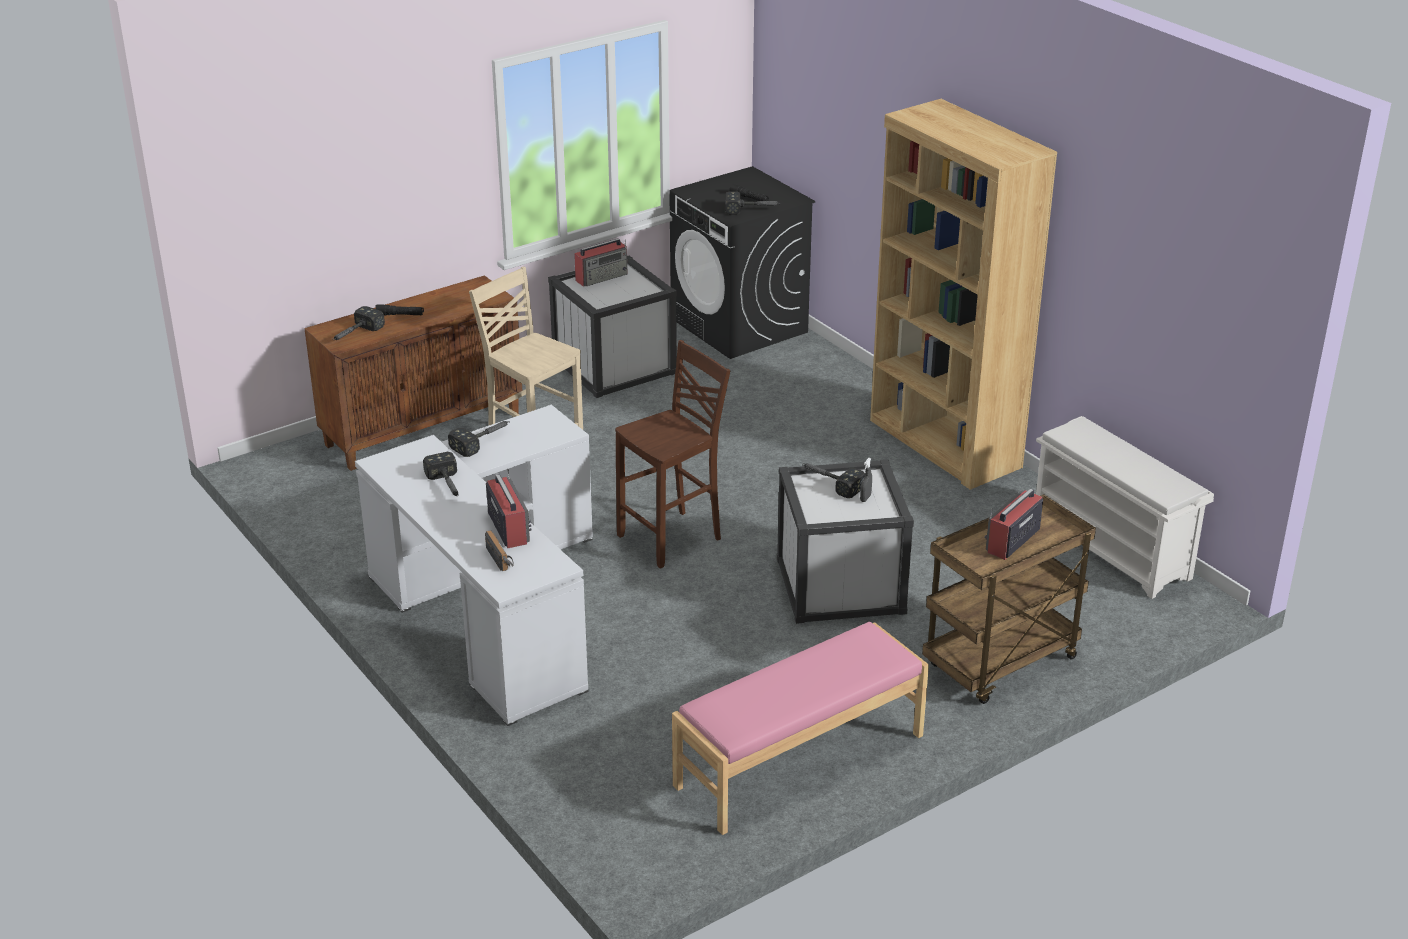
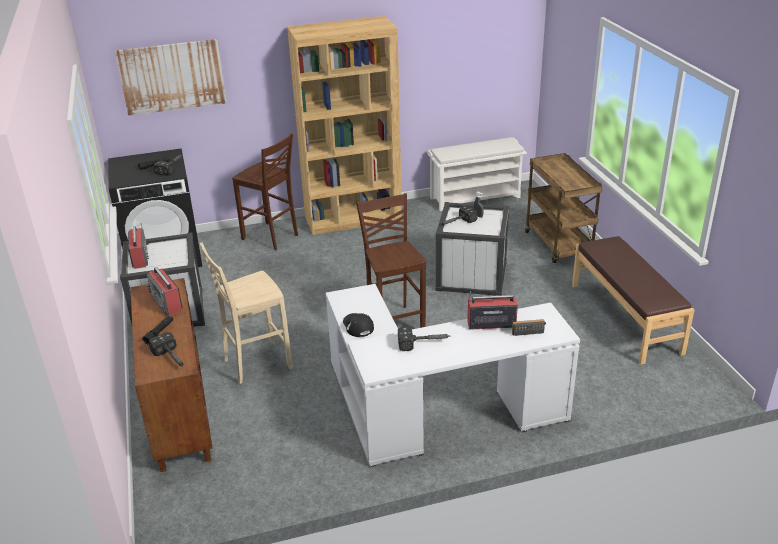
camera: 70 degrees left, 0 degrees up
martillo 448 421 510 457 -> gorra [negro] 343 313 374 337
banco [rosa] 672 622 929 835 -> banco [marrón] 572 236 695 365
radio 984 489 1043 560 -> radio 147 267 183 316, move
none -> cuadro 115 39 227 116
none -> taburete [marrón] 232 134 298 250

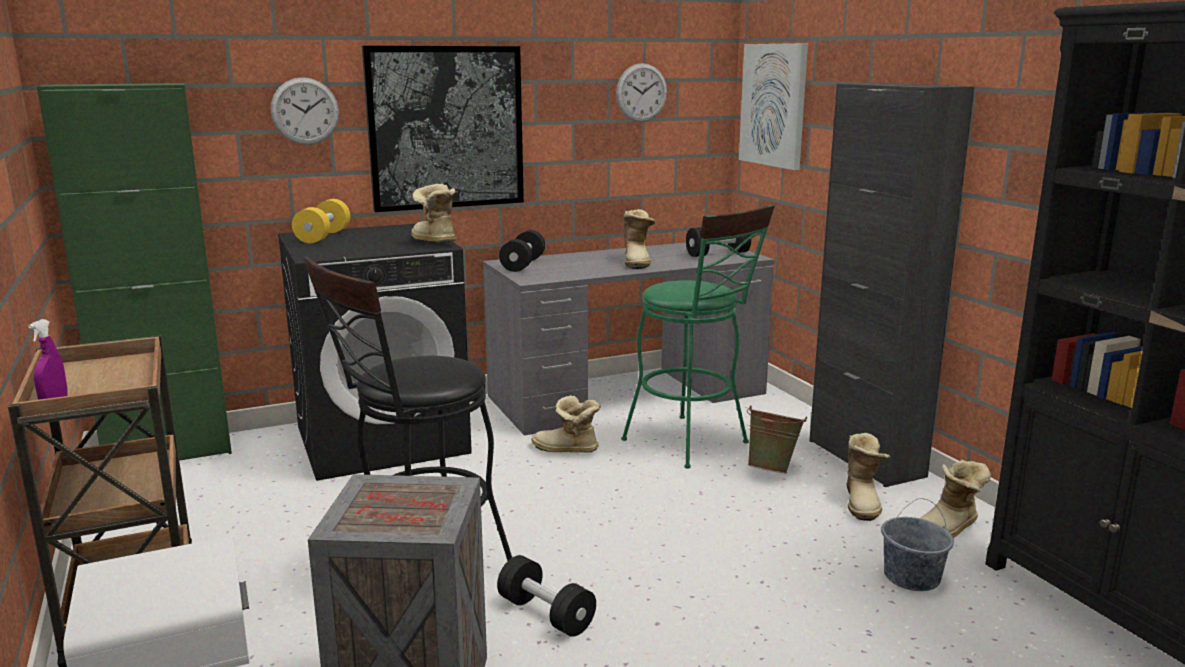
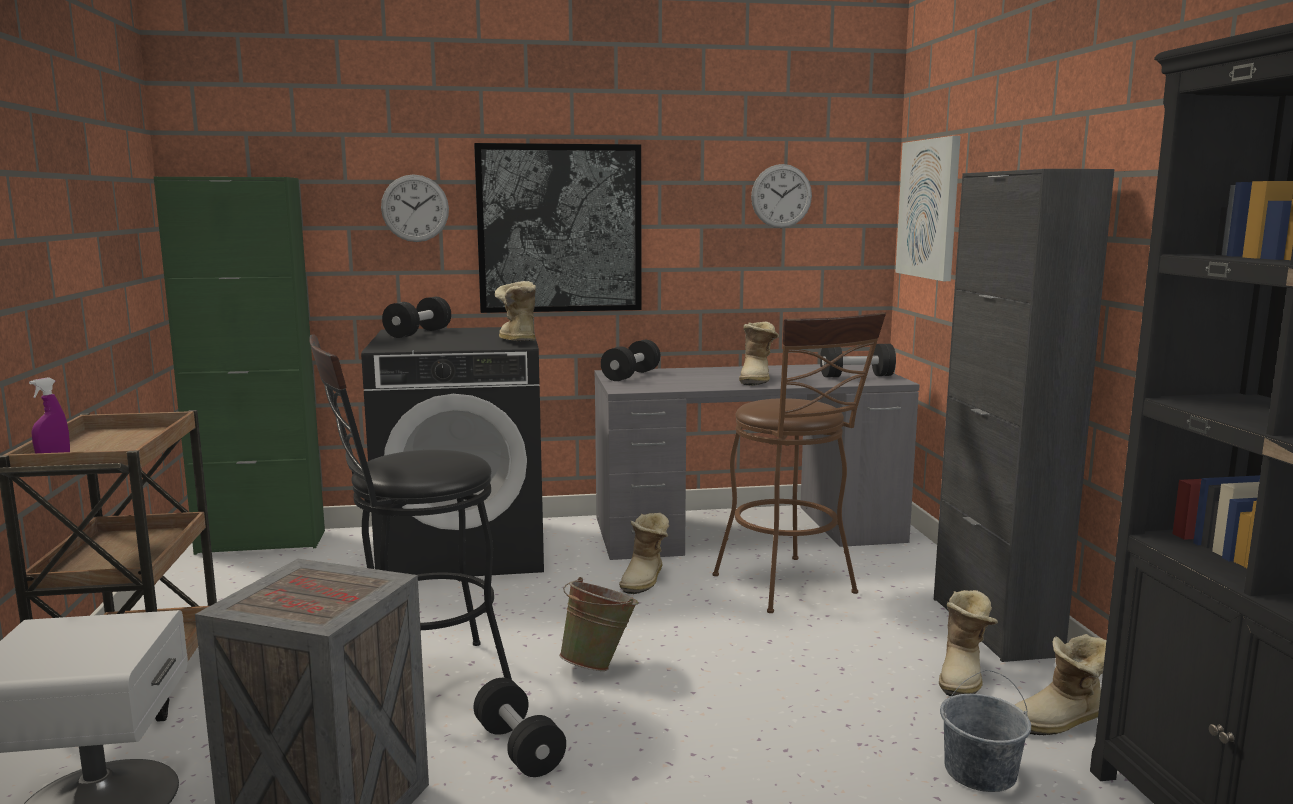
camera: 15 degrees right, 5 degrees down
mancuerna [amarillo] 292 199 350 243 -> mancuerna [negro] 382 297 451 338
bota 531 396 601 453 -> bota 619 513 670 594, 105 degrees counterclockwise
taburete [verde] 621 204 775 468 -> taburete [marrón] 713 312 886 613
cubo [verde] 747 405 807 473 -> cubo [verde] 559 577 639 671, move

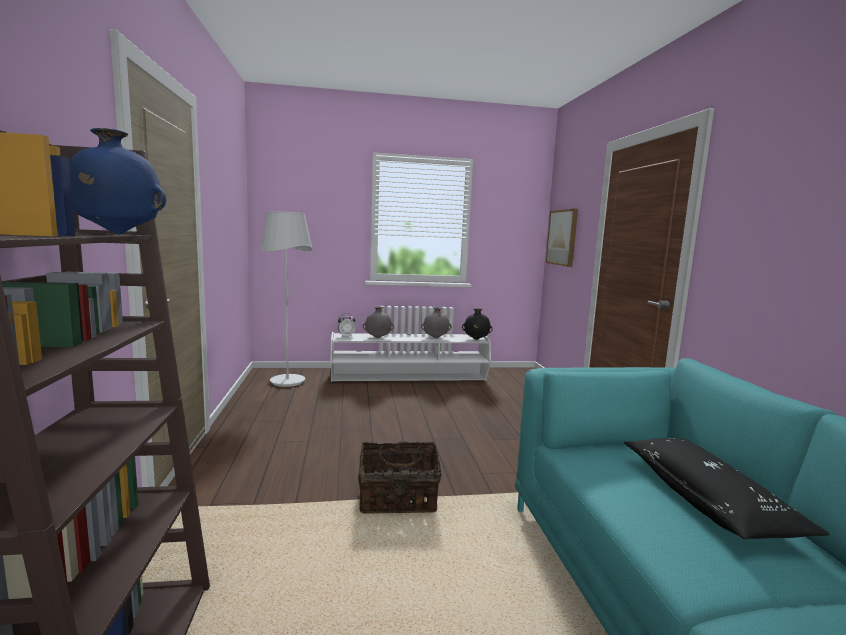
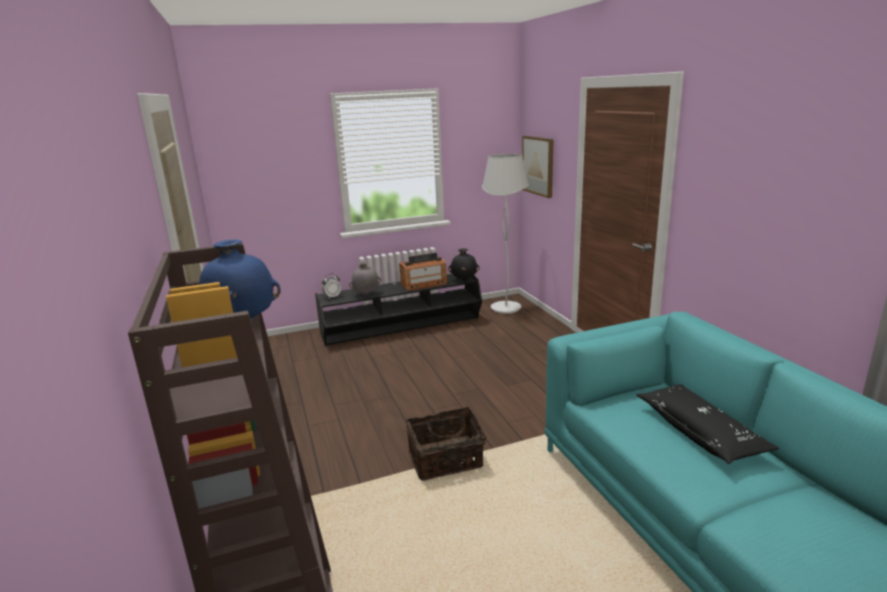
camera: 10 degrees left, 10 degrees up
lámpara de pie [blanco] 260 211 313 387 -> lámpara de pie [blanco] 482 154 529 314, move
mueble de televisión [blanco] 330 332 491 382 -> mueble de televisión [negro] 315 274 482 346
florero [gris] 421 307 452 339 -> radio 399 253 447 291

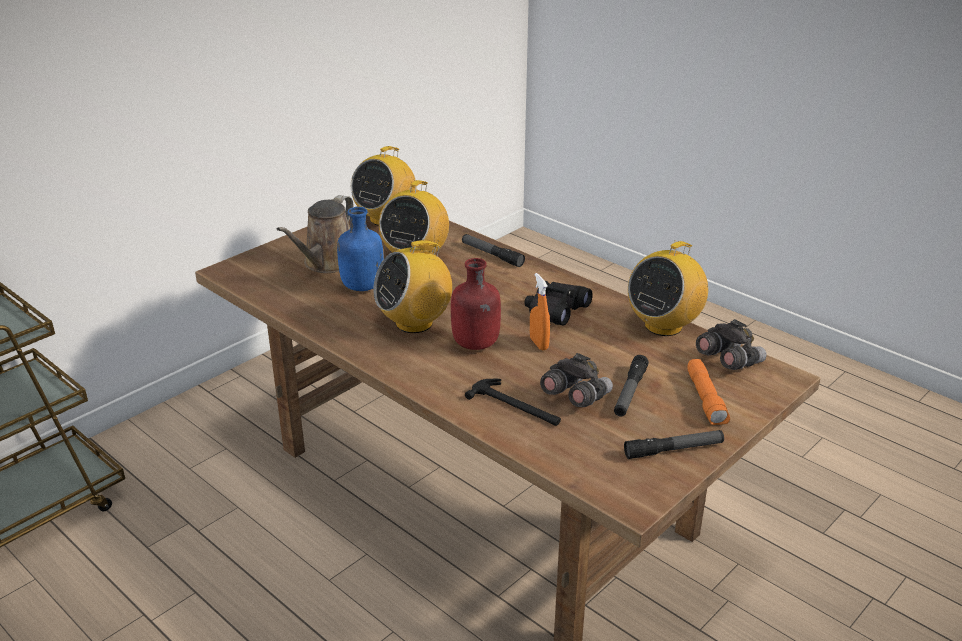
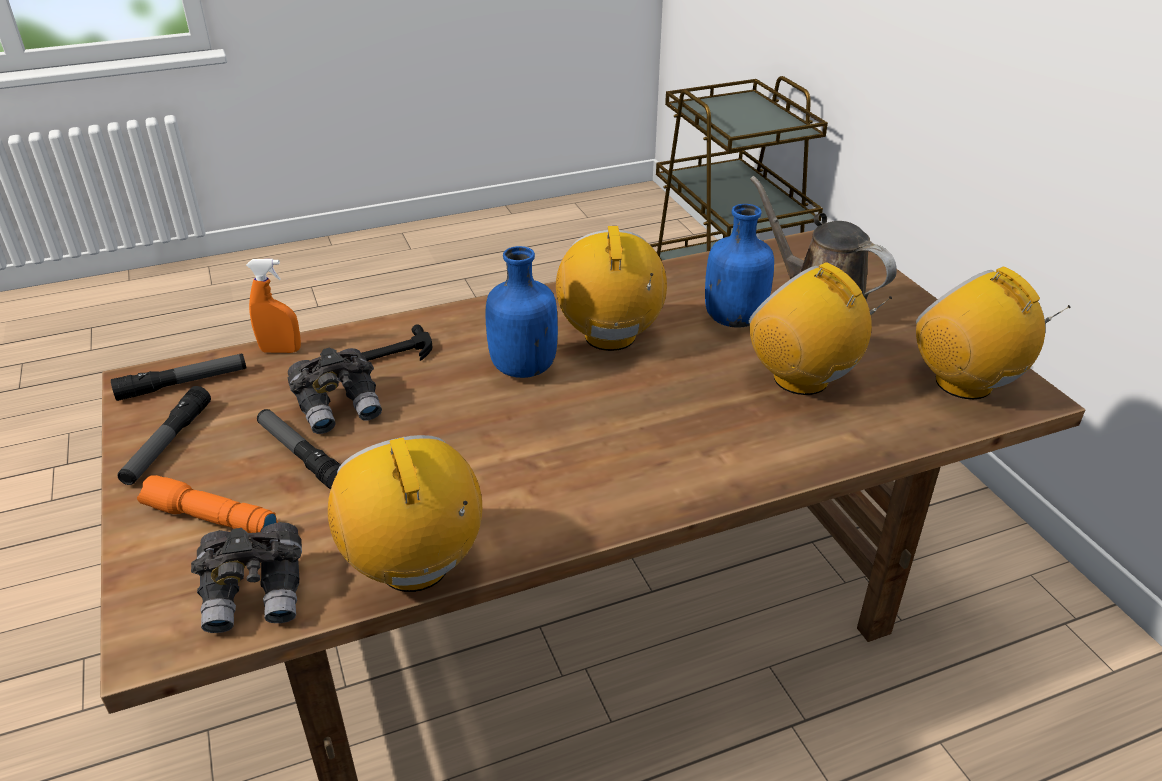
camera: 115 degrees right, 5 degrees up
botella [rojo] 451 258 501 350 -> botella [azul] 486 246 558 378
linterna 462 234 525 267 -> linterna 111 354 247 401, move
prismáticos [negro] 525 281 593 325 -> none
pulverizador [naranja] 530 273 550 351 -> pulverizador [naranja] 246 259 301 353, move

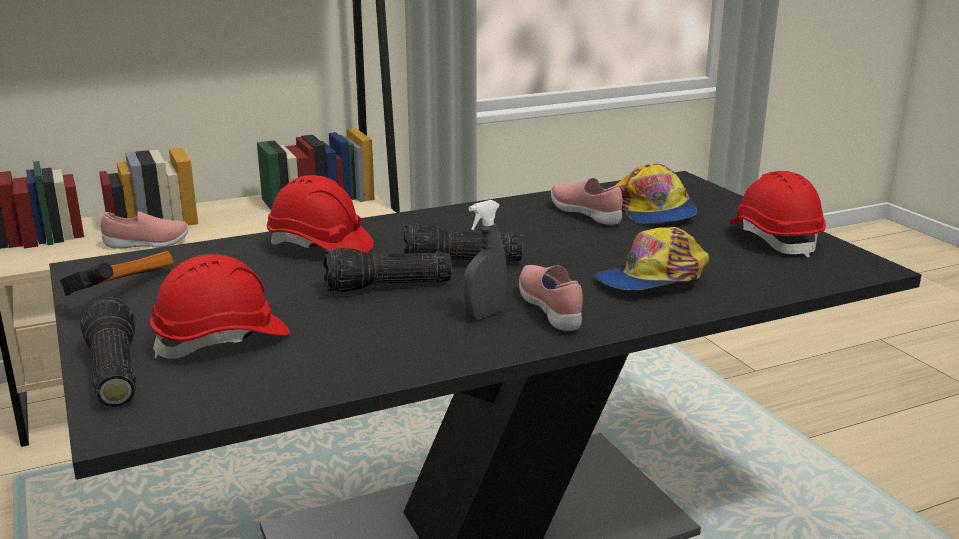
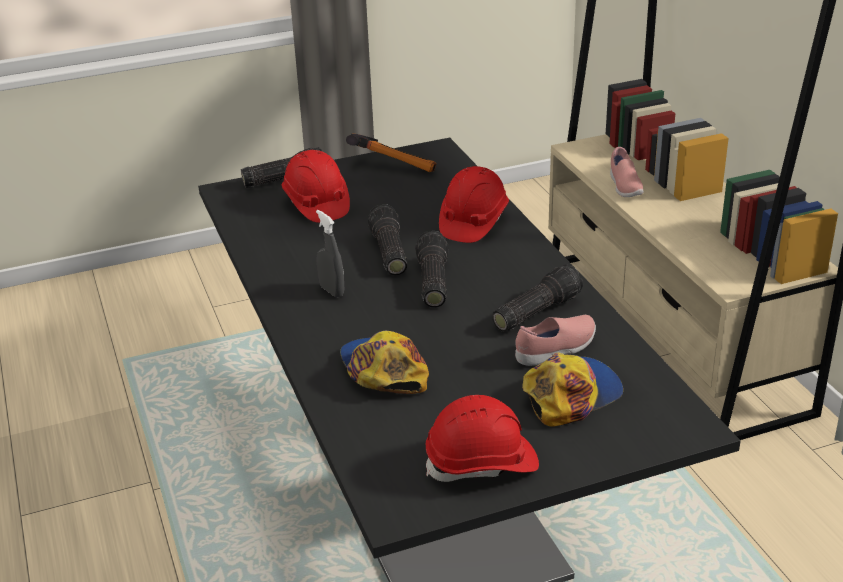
camera: 95 degrees right, 10 degrees up
zapato [rosa] 519 265 583 331 -> none
gorra 616 163 697 224 -> gorra 522 353 624 427, 150 degrees clockwise
none -> linterna 492 264 583 332

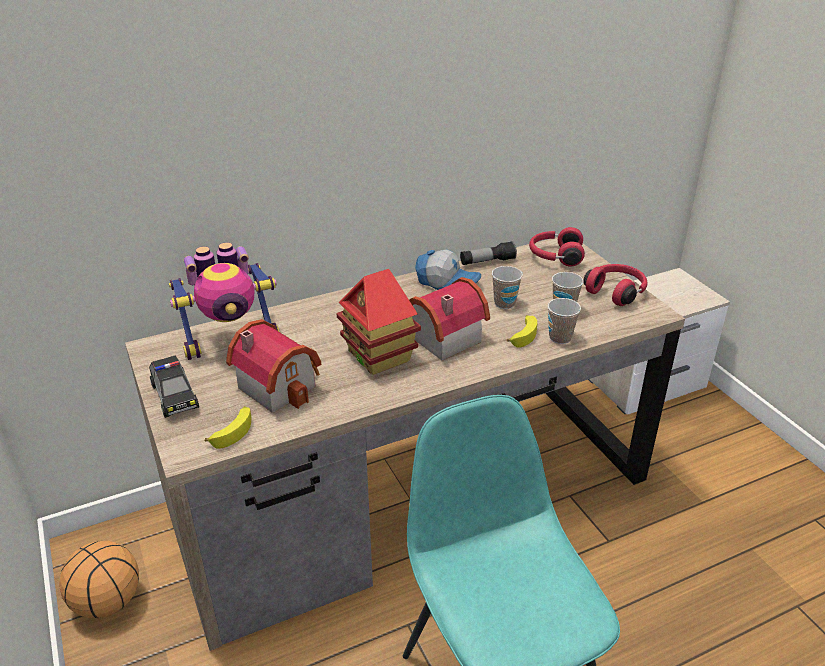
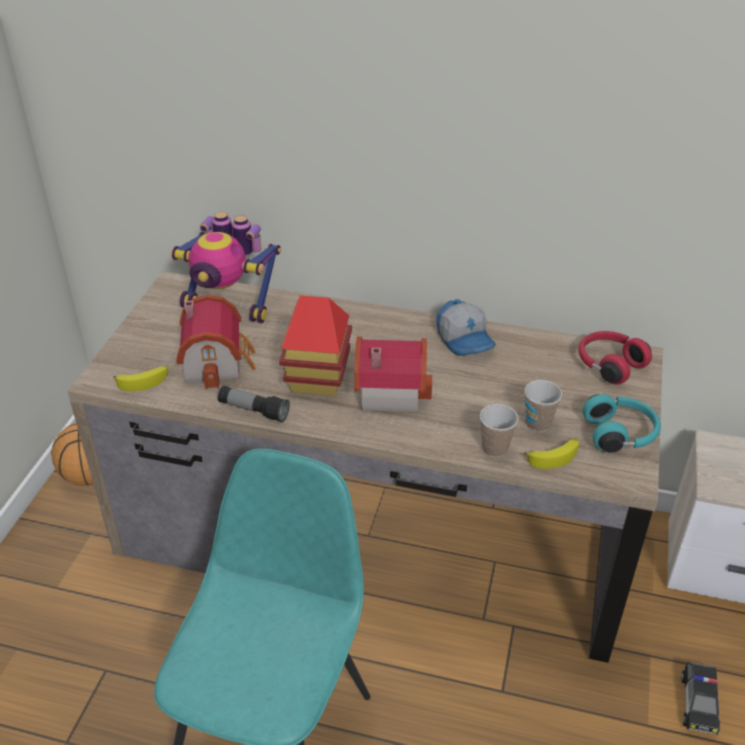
camera: 40 degrees right, 5 degrees up
coche de juguete 149 355 199 418 -> coche de juguete 681 662 720 735, move
linterna 460 241 517 265 -> linterna 218 386 290 422, move
taza 492 266 523 309 -> none
plátano 507 315 537 348 -> plátano 524 438 579 469, move
auriculares [rojo] 584 264 648 306 -> auriculares [turquesa] 583 394 661 453

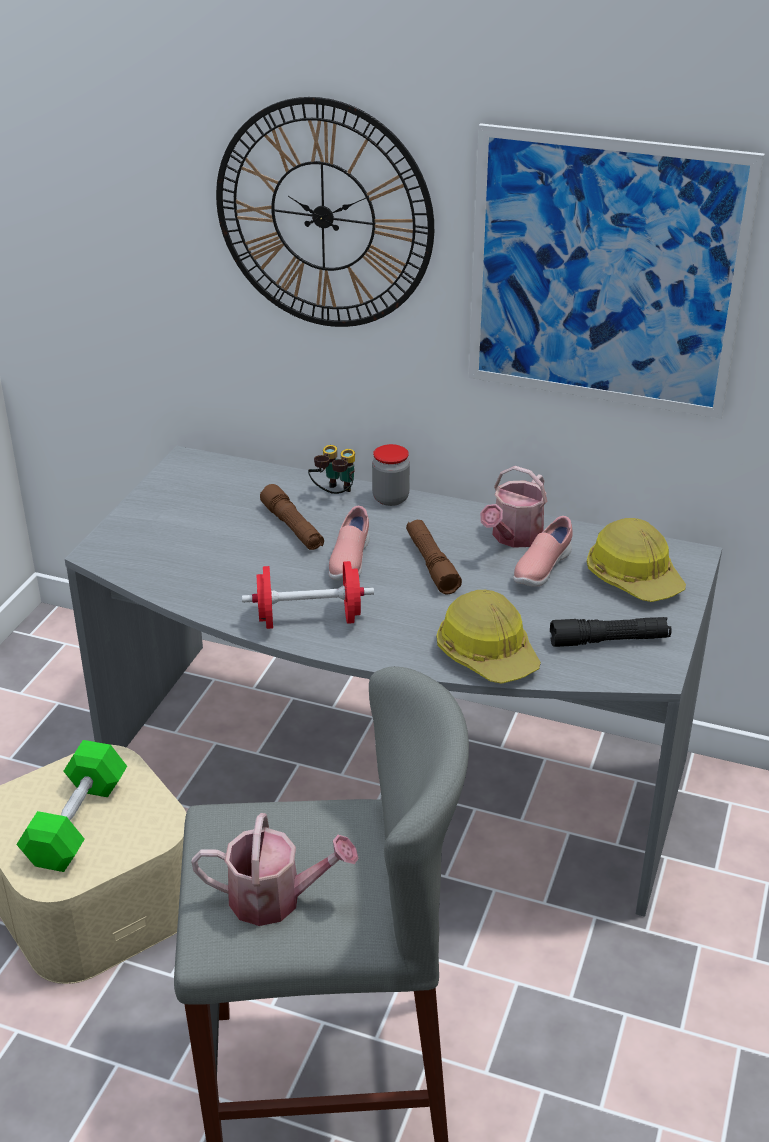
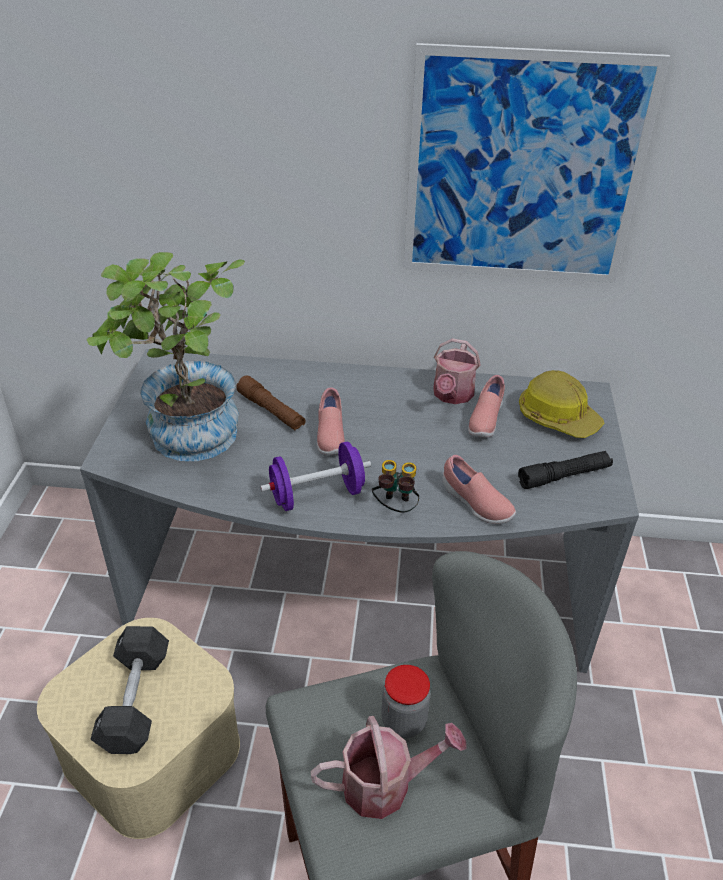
camera: 15 degrees left, 5 degrees up
mancuerna [verde] 16 740 127 872 -> mancuerna [negro] 90 626 169 754
reloj de pared 216 97 434 327 -> none
mancuerna [rojo] 242 561 374 629 -> mancuerna [morado] 260 442 371 511
prismáticos 308 445 355 494 -> prismáticos 372 460 419 513, move
tarro 372 444 410 506 -> tarro 381 665 431 738, move
linterna [marrón] 406 520 462 594 -> none
casco 437 590 541 684 -> zapato [rosa] 443 455 516 524
none -> planta en maceta 86 252 245 461

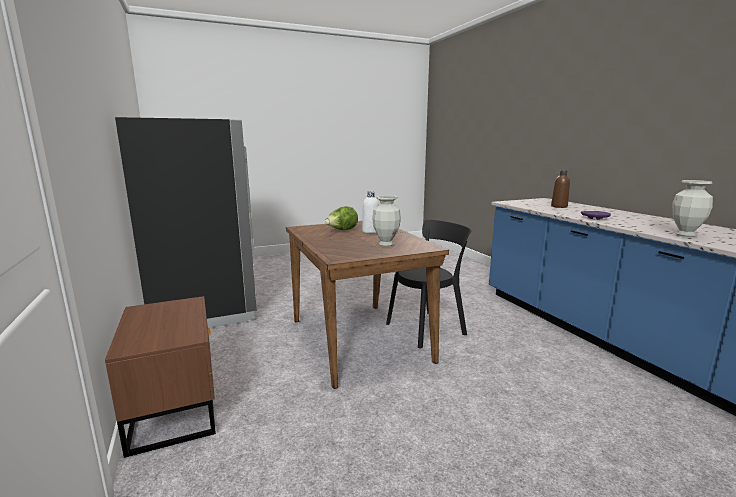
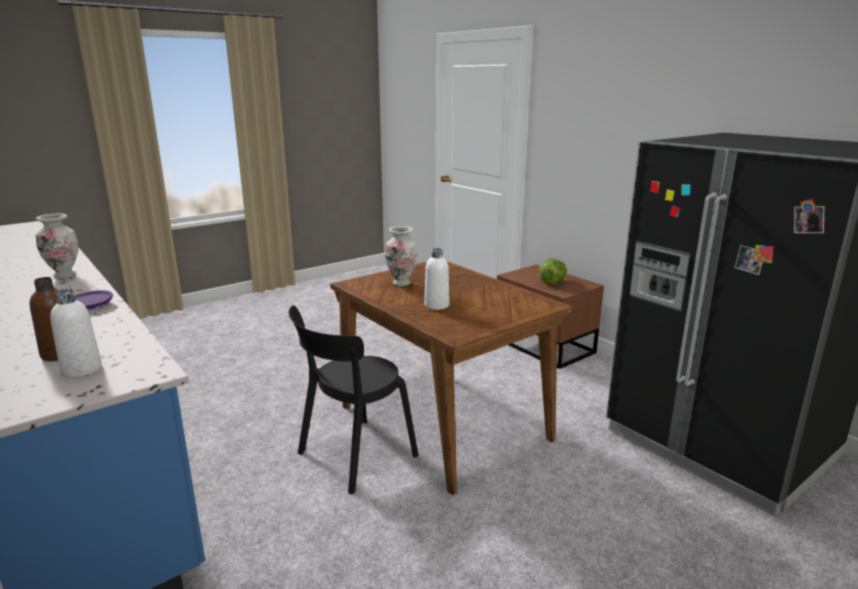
camera: 165 degrees right, 5 degrees up
lechuga 325 206 358 230 -> lechuga 539 258 567 285, move
none -> botella [blanco] 50 289 102 378

